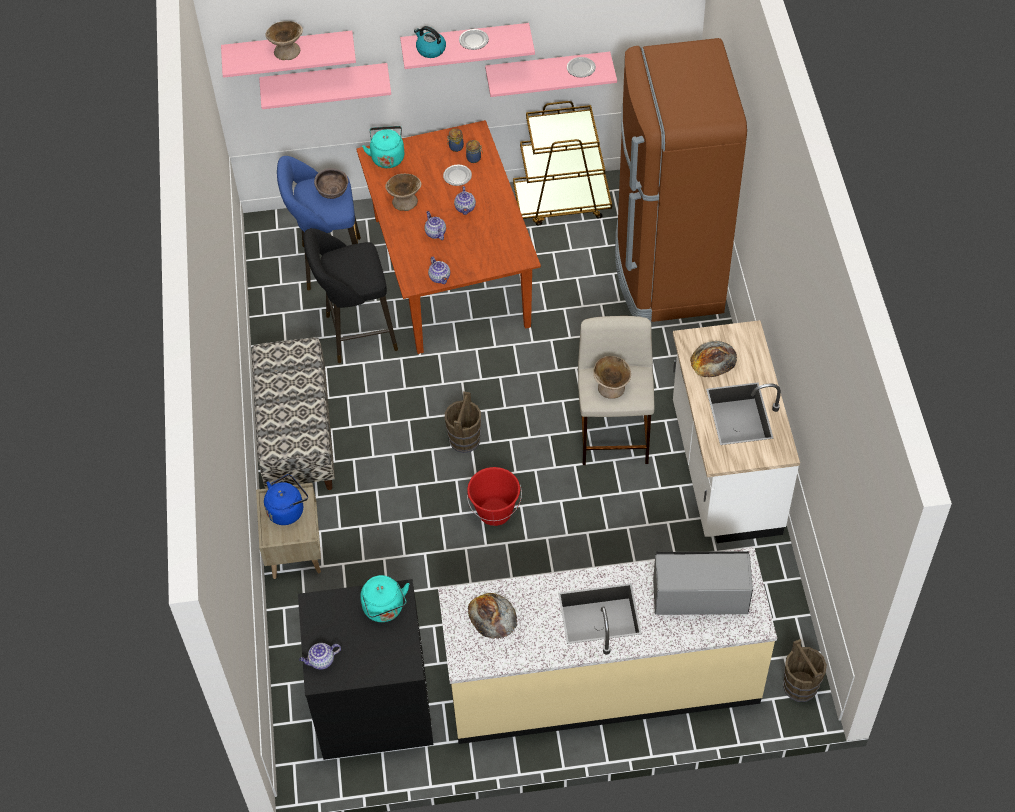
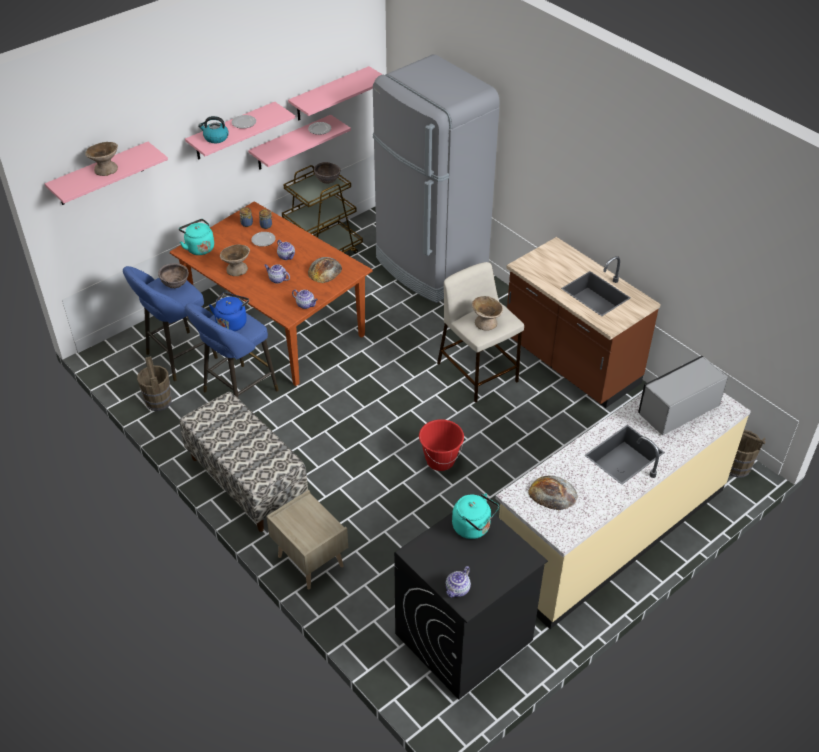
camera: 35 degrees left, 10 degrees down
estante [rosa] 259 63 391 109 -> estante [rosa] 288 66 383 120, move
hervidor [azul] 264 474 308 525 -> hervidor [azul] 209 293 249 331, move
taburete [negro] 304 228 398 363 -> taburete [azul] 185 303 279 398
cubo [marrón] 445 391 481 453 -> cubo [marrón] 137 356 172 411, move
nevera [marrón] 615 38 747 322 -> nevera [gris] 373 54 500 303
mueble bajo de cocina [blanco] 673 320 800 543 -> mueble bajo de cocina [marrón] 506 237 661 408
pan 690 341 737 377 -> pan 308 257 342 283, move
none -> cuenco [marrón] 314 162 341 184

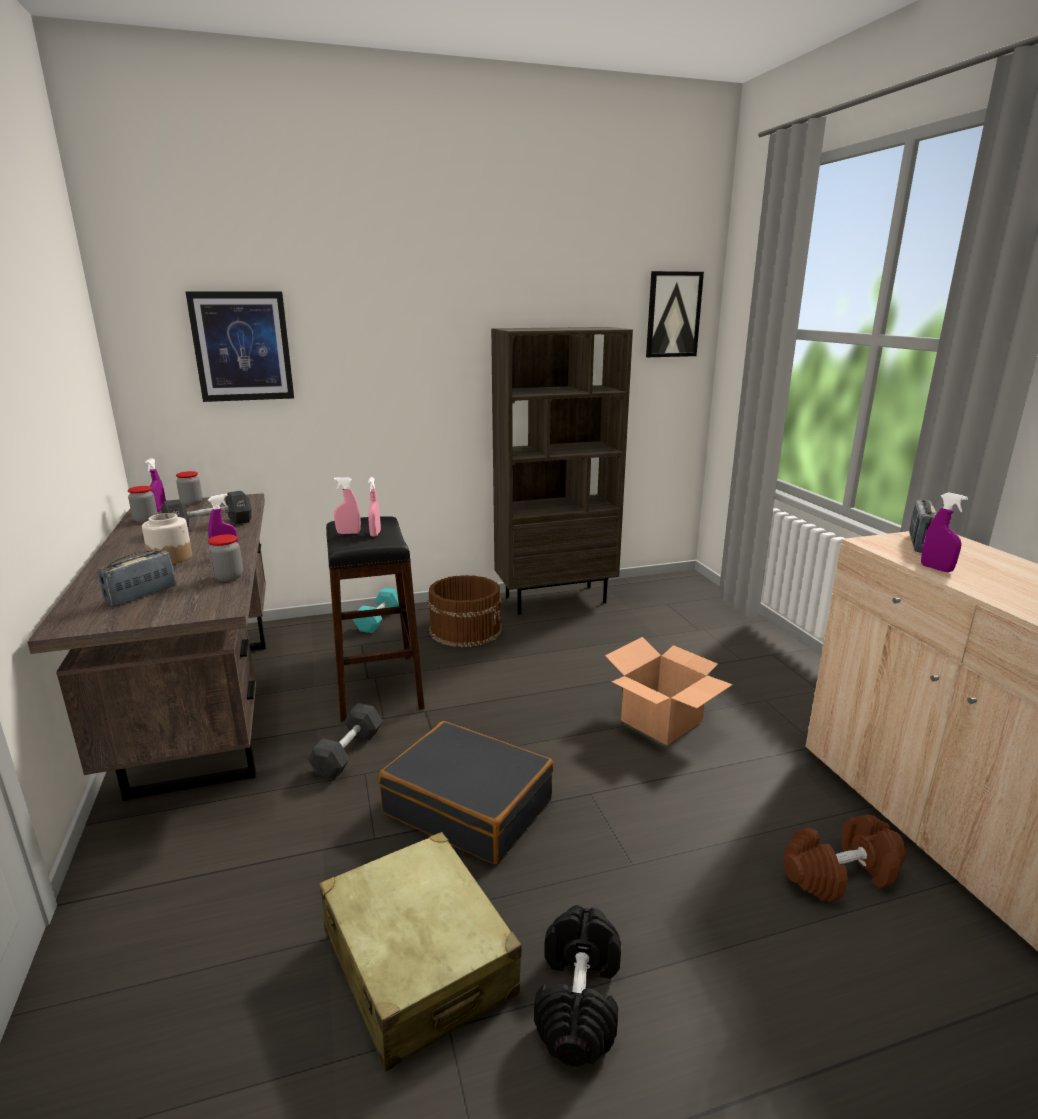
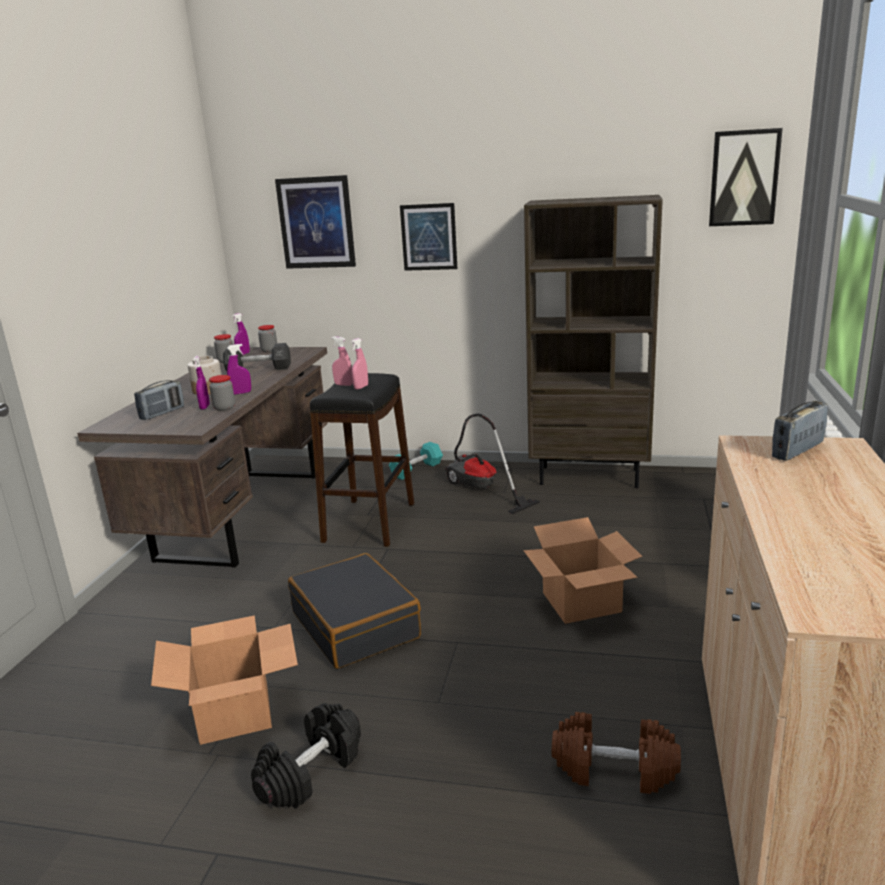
camera: 30 degrees right, 0 degrees up
radio 97 550 175 607 -> radio 134 380 184 420, 150 degrees clockwise
mancuerna [negro] 307 703 383 780 -> none
maleta [beis] 319 832 522 1072 -> caja de cartón 151 615 298 745
cubo [marrón] 427 575 502 647 -> aspiradora 445 413 540 514
pulverizador [morado] 921 492 968 572 -> pulverizador [morado] 193 356 210 410, move
none -> cuadro 400 203 457 271

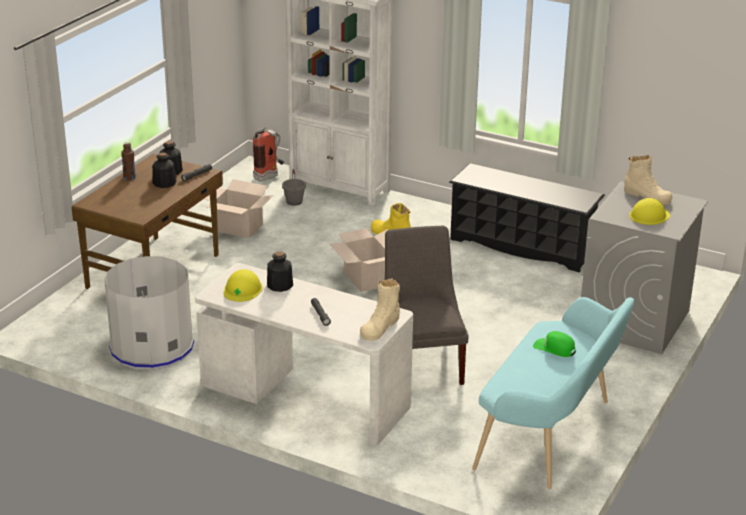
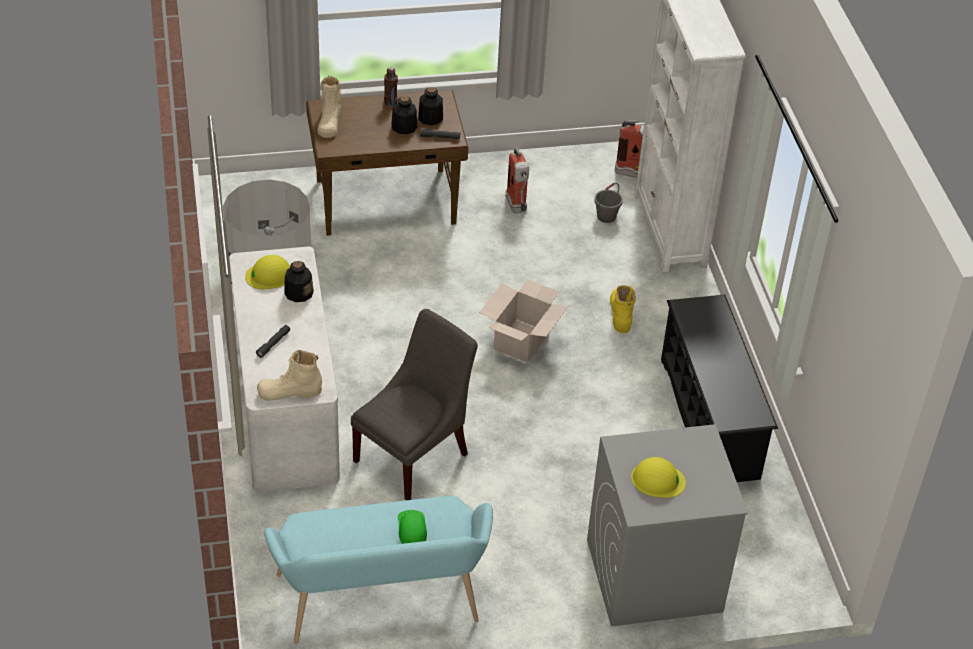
camera: 50 degrees right, 15 degrees up
caja de cartón 204 179 274 238 -> extintor 505 147 529 213
bota [beis] 624 155 672 205 -> bota [beis] 317 76 341 138, move

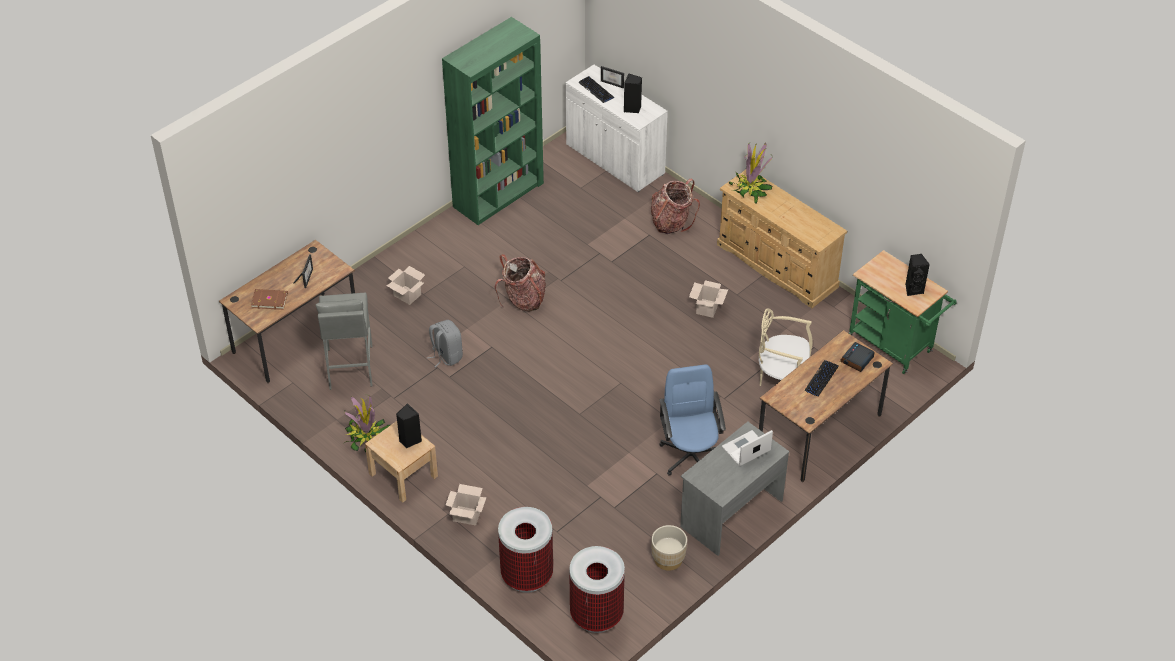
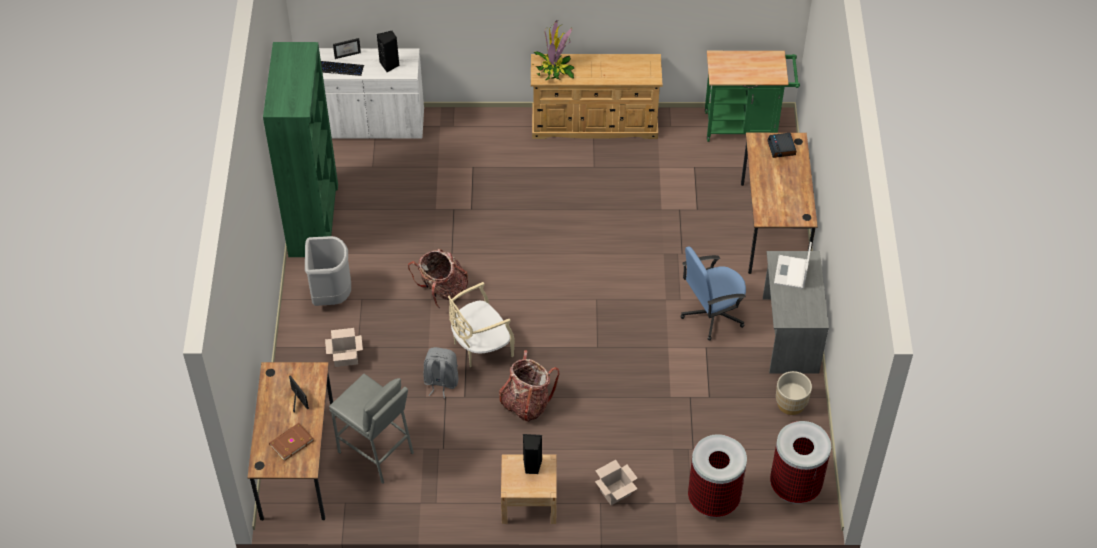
camera: 45 degrees left, 5 degrees up
planta en maceta 343 396 390 452 -> none
mochila 651 179 700 234 -> mochila 499 350 559 422, move
silla de oficina [azul] 659 364 726 476 -> silla de oficina [azul] 681 246 746 341, 60 degrees counterclockwise
caja de cartón 689 280 728 318 -> none
silla [beis] 759 308 813 386 -> silla [beis] 448 282 515 367, move
teclado 804 360 839 397 -> none
altavoz [negro] 905 254 930 296 -> none
none -> papelera [gris] 305 236 351 306

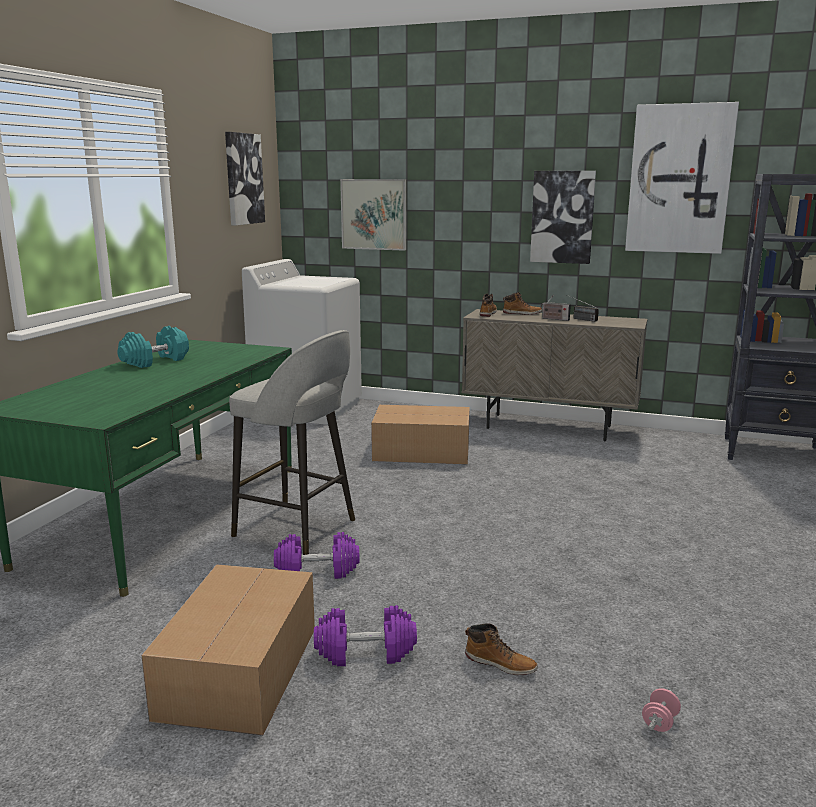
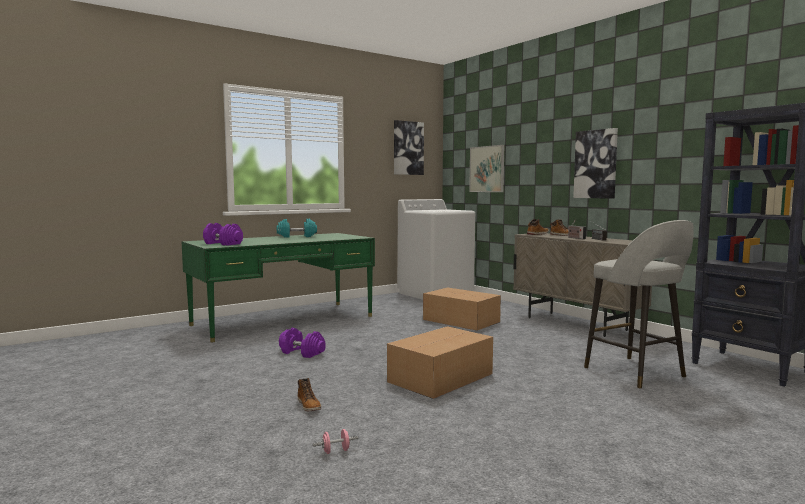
camera: 35 degrees right, 10 degrees down
caja de cartón 141 564 315 735 -> caja de cartón 387 326 493 399, move
taburete [gris] 229 330 355 555 -> taburete [gris] 584 220 694 389, move
mancuerna [morado] 314 605 417 666 -> mancuerna [morado] 203 223 243 246, move
cuadro 625 102 739 254 -> none

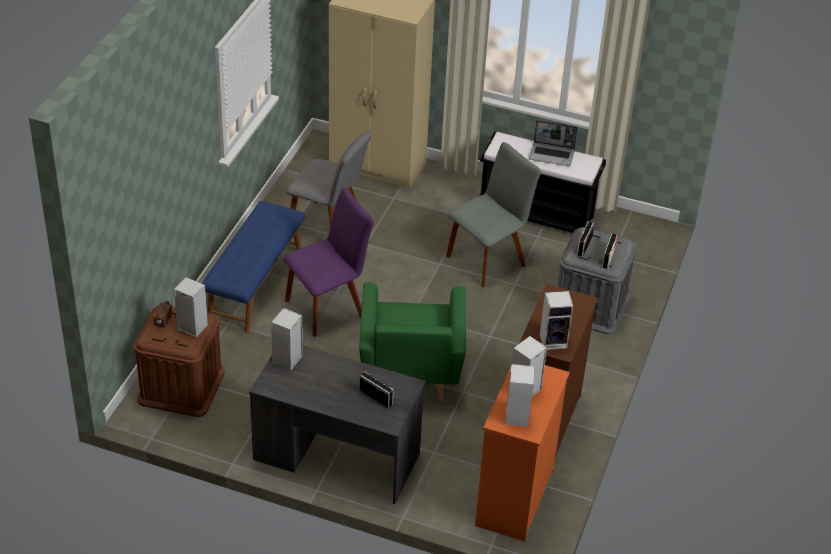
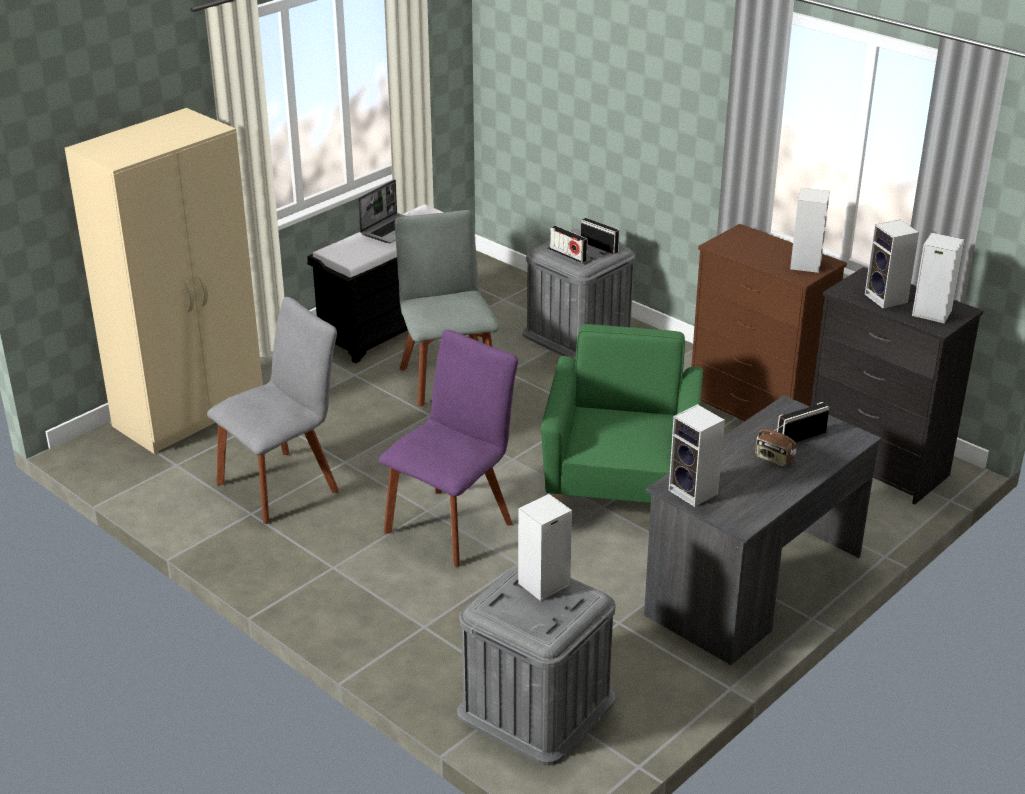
camera: 65 degrees left, 10 degrees down
caja de almacenaje [marrón] 134 306 225 417 -> caja de almacenaje [gris] 457 564 616 766
radio 153 301 173 328 -> radio 755 423 796 467, move
banco [azul] 202 201 305 333 -> none
silla [morado] 283 188 374 337 -> silla [morado] 379 330 518 567, 45 degrees clockwise
sillón [verde] 359 282 466 401 -> sillón [verde] 540 324 703 503, 105 degrees counterclockwise
cómoda [naranja] 475 365 570 541 -> cómoda [negro] 811 267 983 504

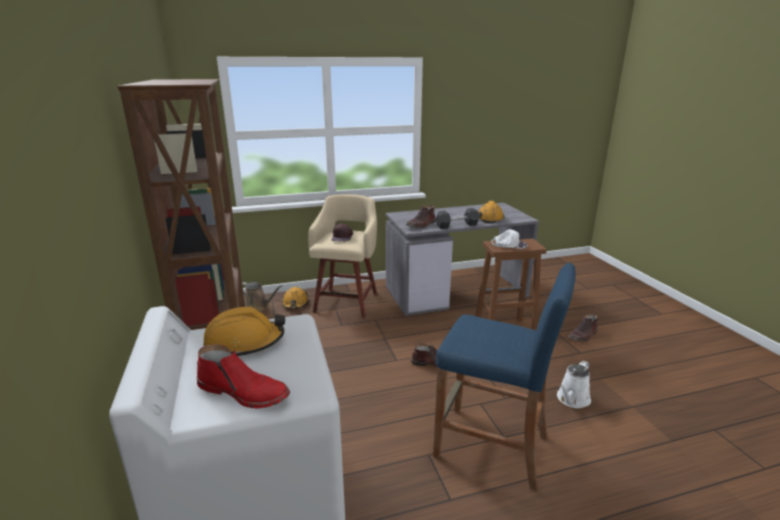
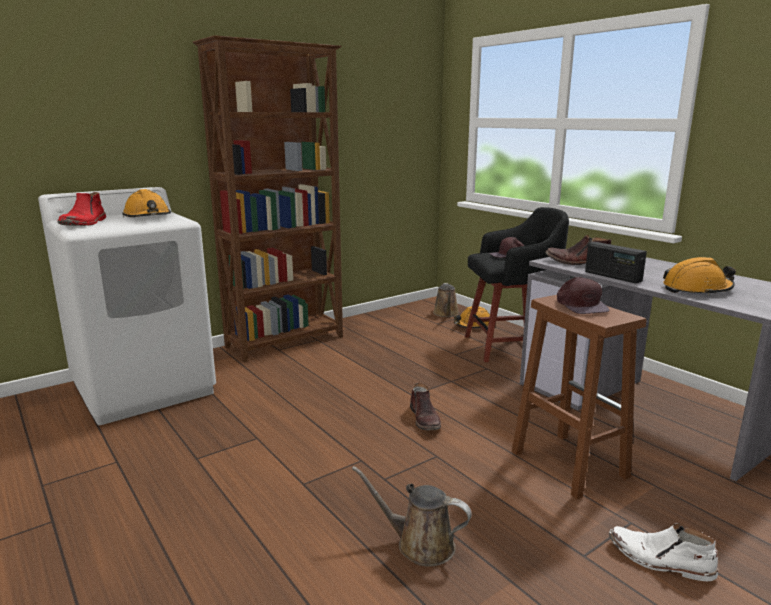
camera: 70 degrees right, 5 degrees down
taburete [beis] 309 194 377 318 -> taburete [negro] 465 207 569 362
taburete [azul] 433 263 576 491 -> none
mancuerna [gris] 436 208 479 229 -> radio 585 242 647 283
gorra [blanco] 492 229 527 249 -> gorra [marrón] 557 277 610 314
regadera [blanco] 557 361 591 408 -> regadera [marrón] 352 466 472 567
bota [marrón] 568 314 598 342 -> bota [blanco] 609 523 718 581

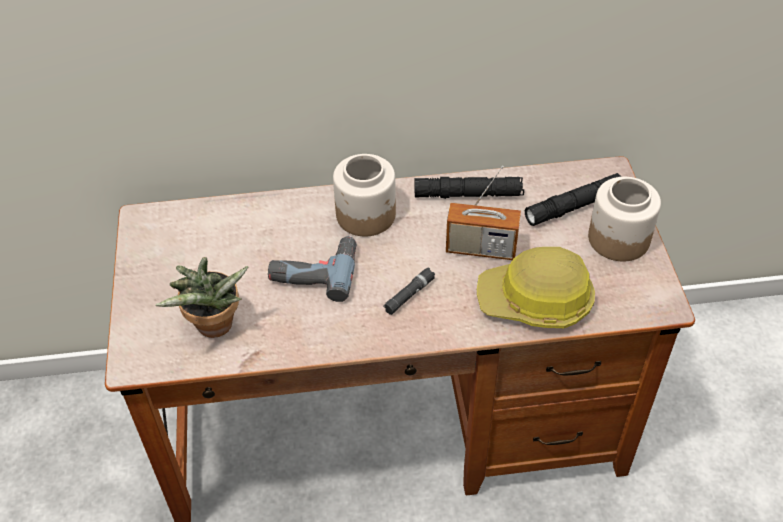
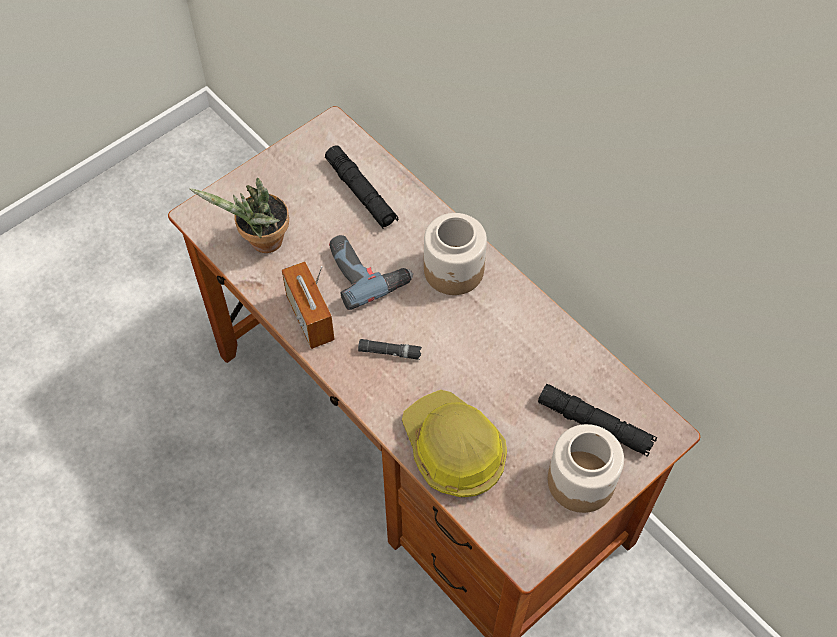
camera: 55 degrees right, 10 degrees up
linterna [negro] 415 177 524 199 -> linterna [negro] 325 146 398 229, move
radio 446 166 521 260 -> radio 282 261 335 349, move

